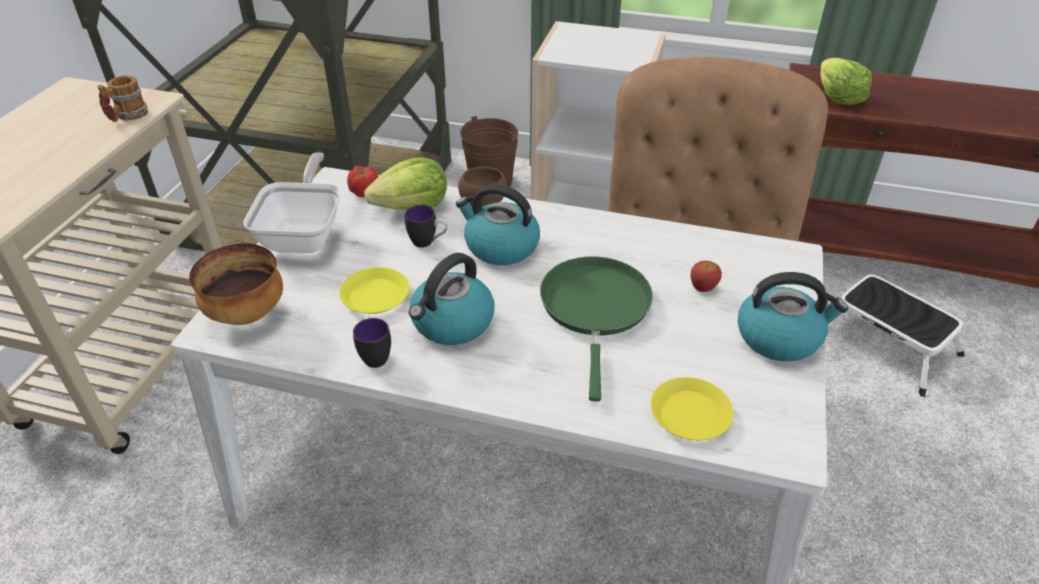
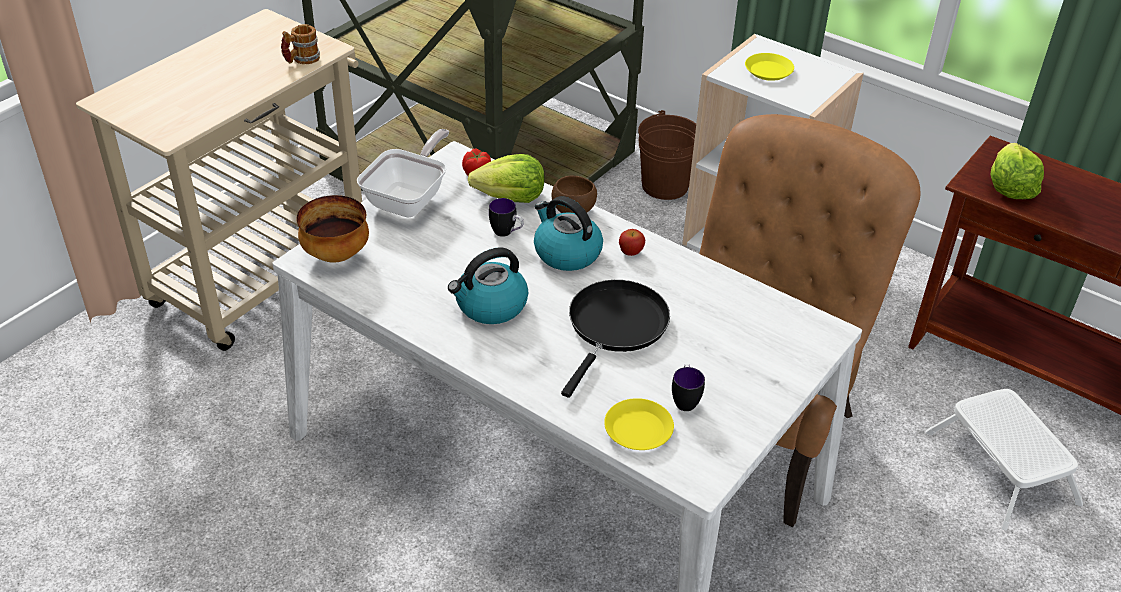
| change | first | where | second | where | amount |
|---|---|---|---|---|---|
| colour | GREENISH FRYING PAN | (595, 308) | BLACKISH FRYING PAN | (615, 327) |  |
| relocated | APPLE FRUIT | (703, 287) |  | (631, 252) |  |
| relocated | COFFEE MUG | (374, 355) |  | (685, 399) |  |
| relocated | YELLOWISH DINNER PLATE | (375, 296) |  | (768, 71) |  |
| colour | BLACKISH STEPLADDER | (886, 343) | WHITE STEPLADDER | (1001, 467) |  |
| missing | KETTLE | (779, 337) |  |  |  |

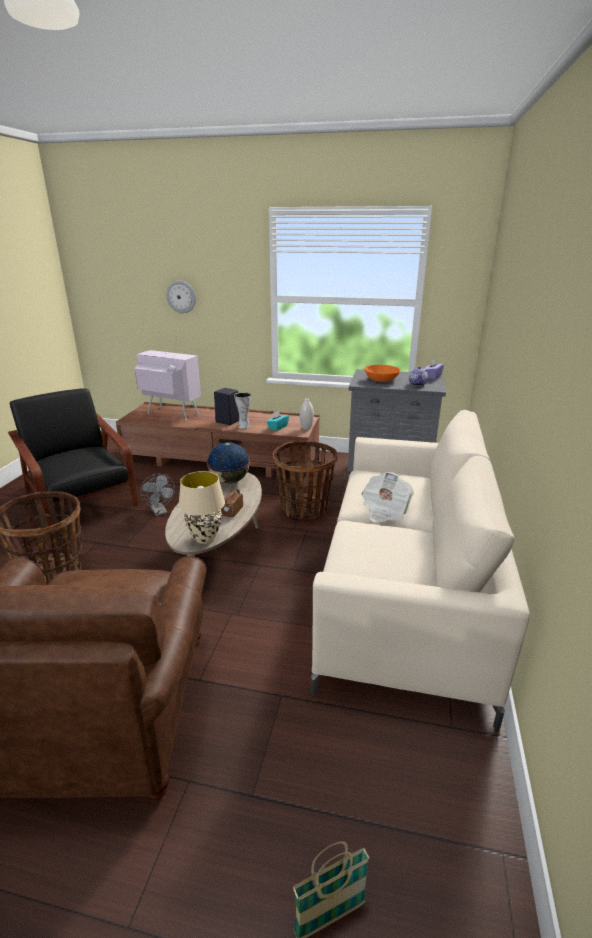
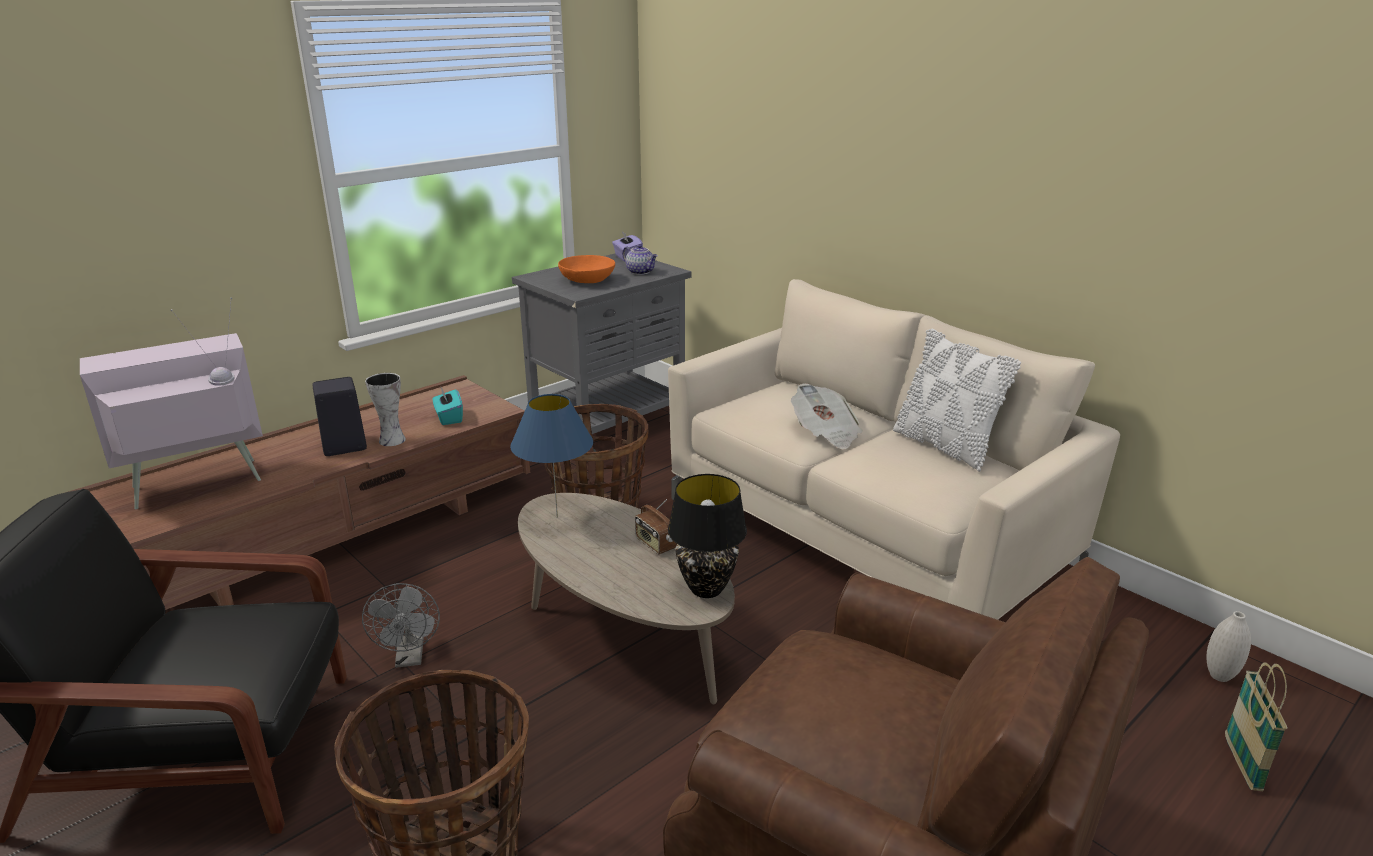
| change | first | where | second | where | amount |
|---|---|---|---|---|---|
| spun | GREYISH ELECTRIC FAN | (160, 512) |  | (410, 658) | 75 degrees clockwise |
| exchanged | GLOBE | (229, 481) | BLUISH TABLETOP LAMP | (557, 517) |  |
| colour | BEIGE TABLETOP LAMP | (205, 538) | BLACKISH TABLETOP LAMP | (705, 588) |  |
| appeared |  |  | WHITE PILLOW | (945, 446) |  |
| relocated | WHITE DECORATIVE VASE | (306, 428) |  | (1219, 676) |  |
| missing | HANGING CLOCK | (181, 297) |  |  |  |

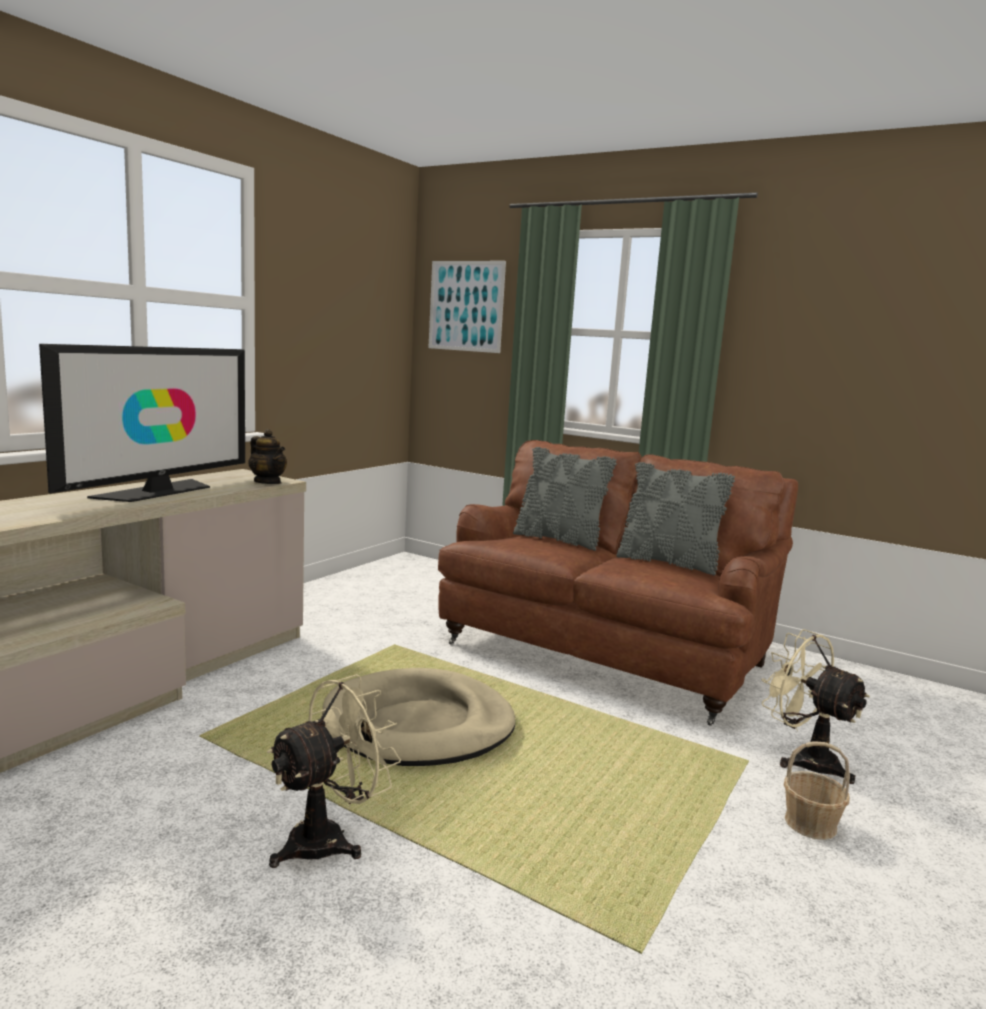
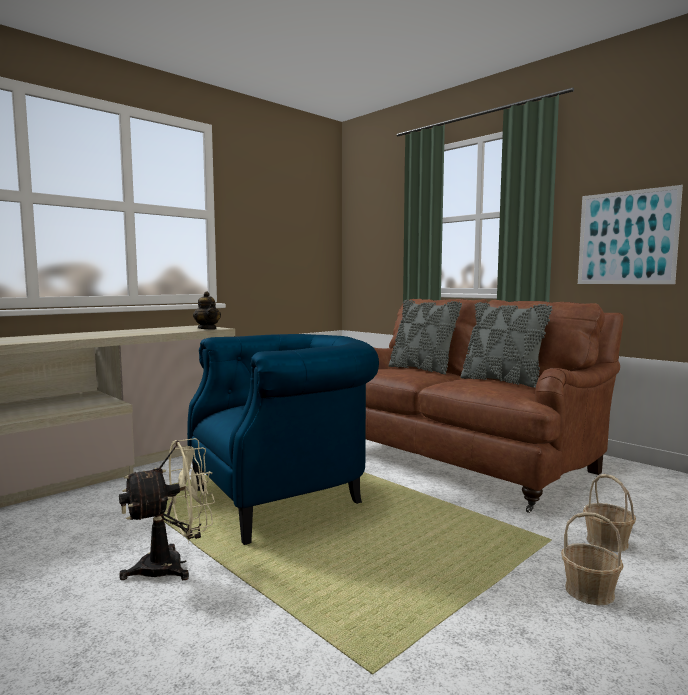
| change | first | where | second | where | amount |
|---|---|---|---|---|---|
| exchanged | BEIGE DOG BED | (419, 725) | BLUISH EASY CHAIR | (286, 498) |  |
| relocated | PICTURE | (466, 306) |  | (626, 238) |  |
| exchanged | BEIGE ELECTRIC FAN | (804, 759) | HOUSEHOLD BASKET | (607, 542) |  |
| missing | TV SET | (158, 491) |  |  |  |

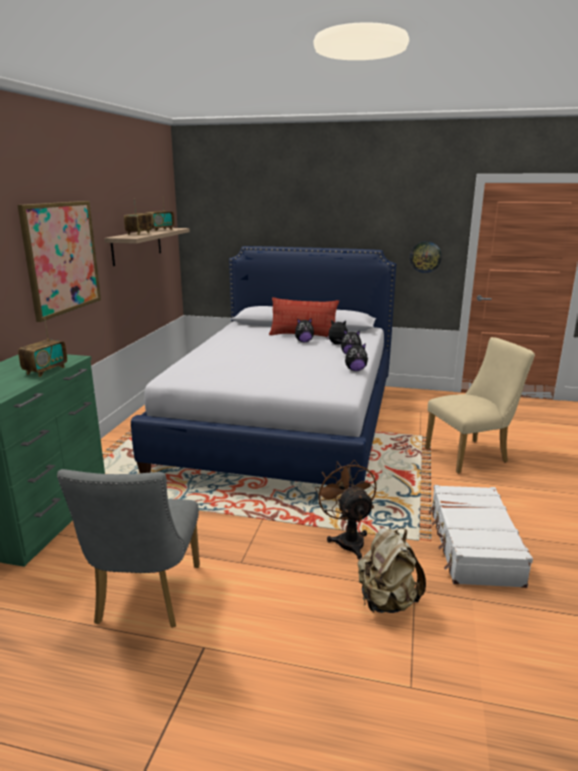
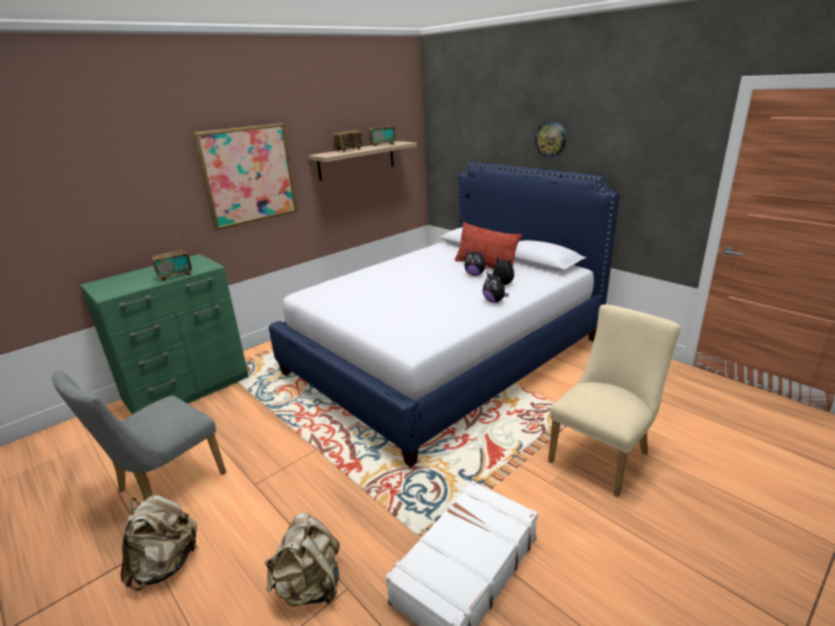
| change | first | where | second | where | amount |
|---|---|---|---|---|---|
| appeared |  |  | BEIGE KNAPSACK | (166, 564) |  |
| relocated | HANGING CLOCK | (425, 257) |  | (550, 139) |  |
| spun | BEIGE PLAIN CHAIR | (471, 455) |  | (603, 454) | 60 degrees counterclockwise |
| missing | BROWNISH ELECTRIC FAN | (348, 539) |  |  |  |
| missing | SOFT TOY | (355, 370) |  |  |  |

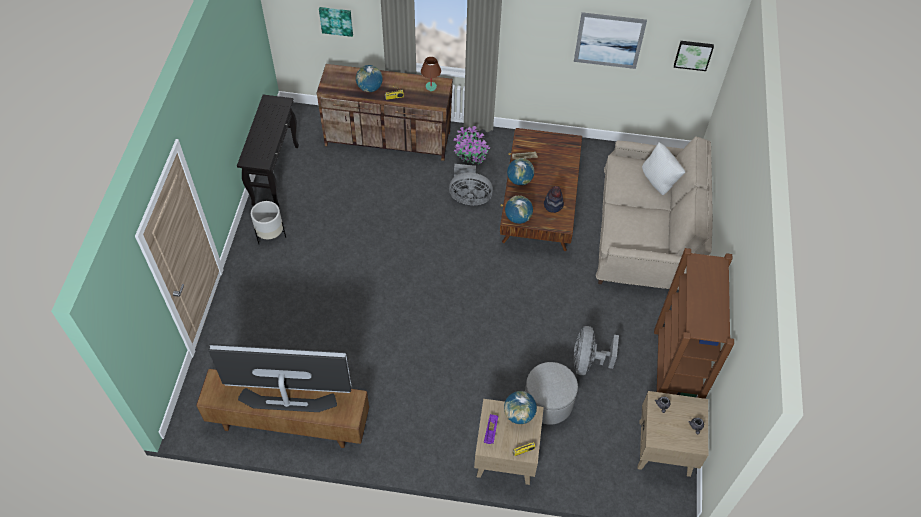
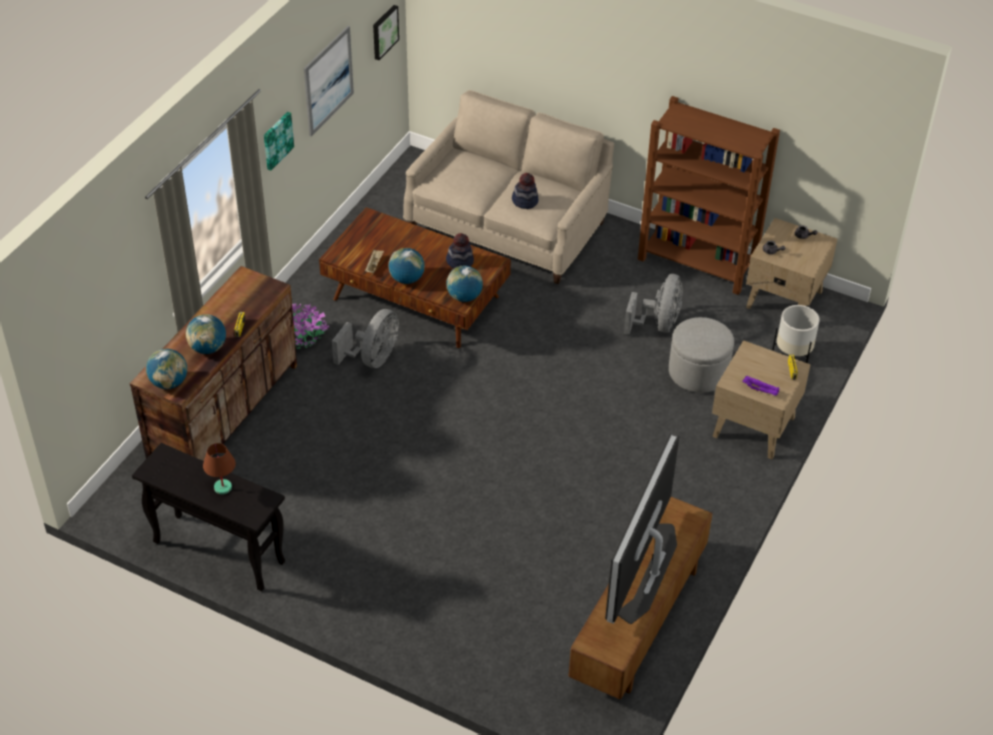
| change | first | where | second | where | amount |
|---|---|---|---|---|---|
| relocated | GLOBE | (519, 414) |  | (169, 383) |  |
| relocated | BROWNISH TABLETOP LAMP | (431, 87) |  | (222, 487) |  |
| relocated | PICTURE | (336, 20) |  | (277, 140) |  |
| appeared |  |  | CLOTHING HAT | (525, 201) |  |
| spun | GREYISH ELECTRIC FAN | (588, 361) |  | (658, 324) | 105 degrees counterclockwise |
| relocated | WHITE FLOWER POT | (270, 234) |  | (793, 353) |  |
| missing | WHITE PILLOW | (659, 182) |  |  |  |

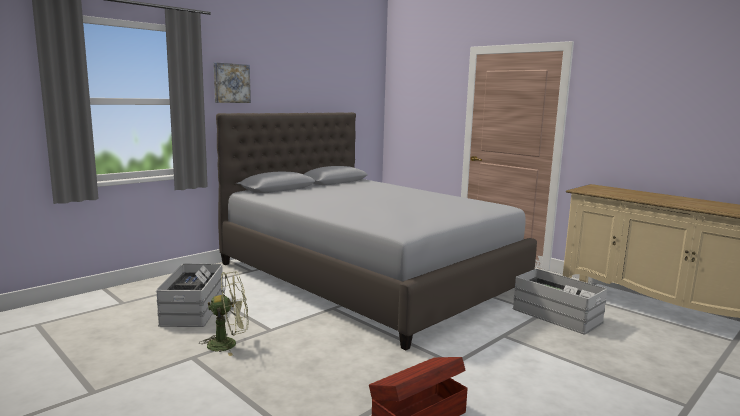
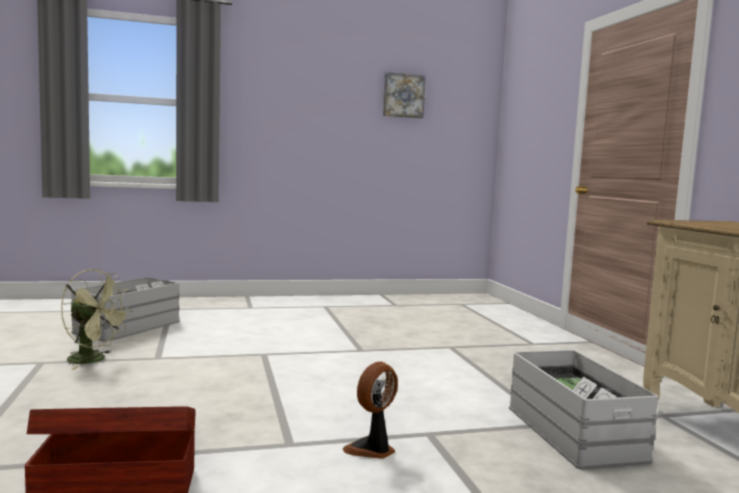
| change | first | where | second | where | amount |
|---|---|---|---|---|---|
| appeared |  |  | ELECTRIC FAN | (372, 449) |  |
| relocated | PICTURE | (231, 83) |  | (403, 96) |  |
| missing | GREYISH SLEEPING BED | (368, 276) |  |  |  |

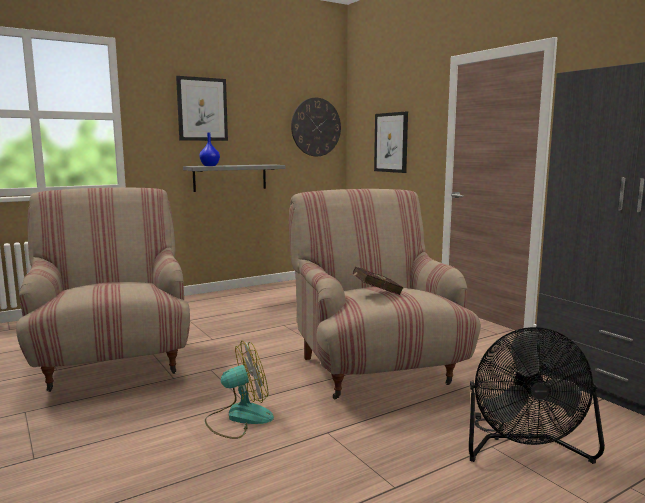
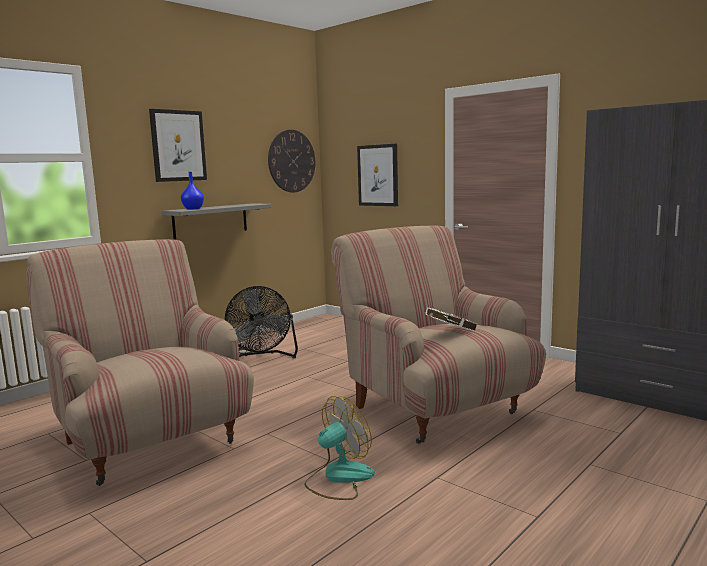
| change | first | where | second | where | amount |
|---|---|---|---|---|---|
| relocated | BLACKISH ELECTRIC FAN | (519, 447) |  | (257, 357) |  |
| colour | RED BOUND BOOK | (374, 293) | WHITE BOUND BOOK | (449, 331) |  |

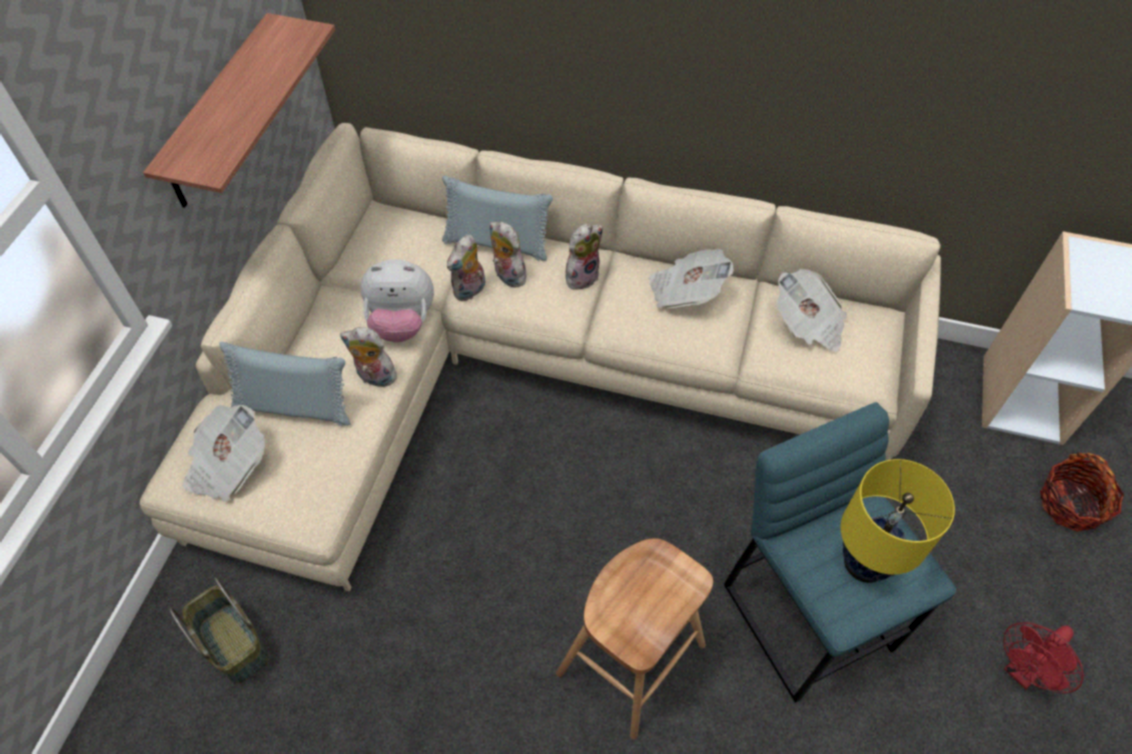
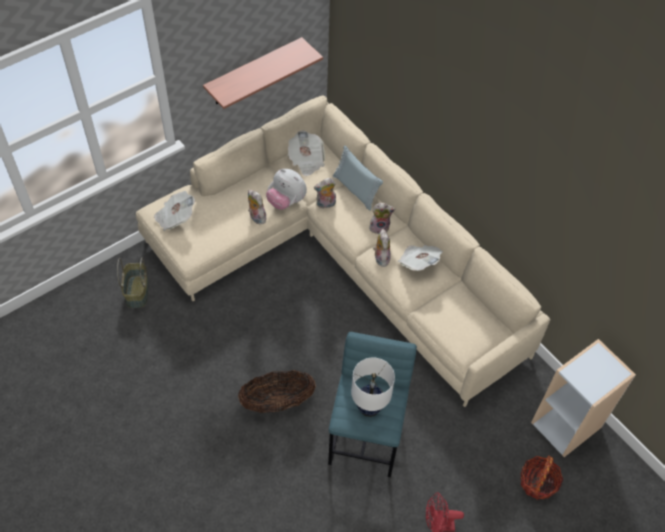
| change | first | where | second | where | amount |
|---|---|---|---|---|---|
| exchanged | BROWNISH STOOL | (631, 660) | HOUSEHOLD BASKET | (277, 402) |  |
| relocated | PRINTED PAPER | (808, 324) |  | (306, 160) |  |
| colour | YELLOWISH TABLETOP LAMP | (865, 562) | WHITE TABLETOP LAMP | (369, 407) |  |
| relocated | SOFT TOY | (507, 276) |  | (380, 258) |  |
| missing | BLUISH PILLOW | (295, 406) |  |  |  |

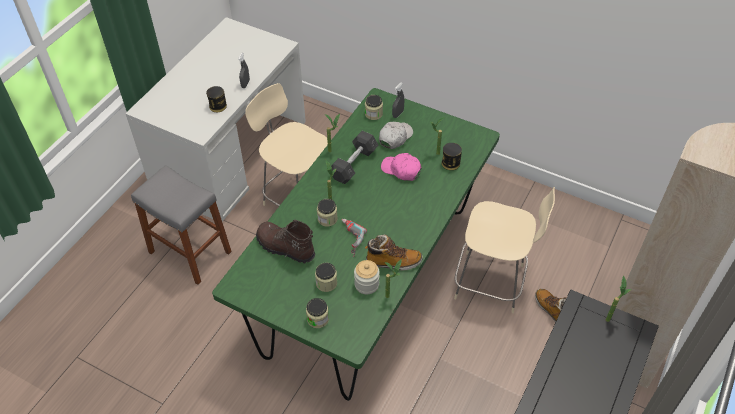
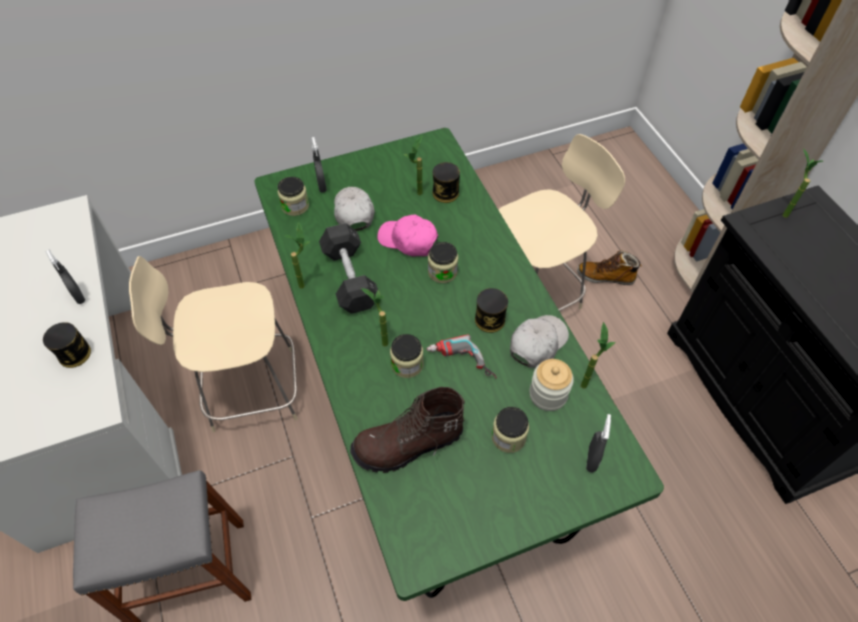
| change | first | where | second | where | amount |
|---|---|---|---|---|---|
| spun | PINKISH CAP | (401, 170) |  | (408, 241) | 45 degrees clockwise |
| relocated | PRESERVE JAR | (318, 319) |  | (442, 272) |  |
| appeared |  |  | SEALED CAN | (489, 319) |  |
| exchanged | TALL BOOT | (393, 262) | WHITE CAP | (537, 343) |  |
| appeared |  |  | GREYISH SPRAY BOTTLE | (591, 459) |  |

